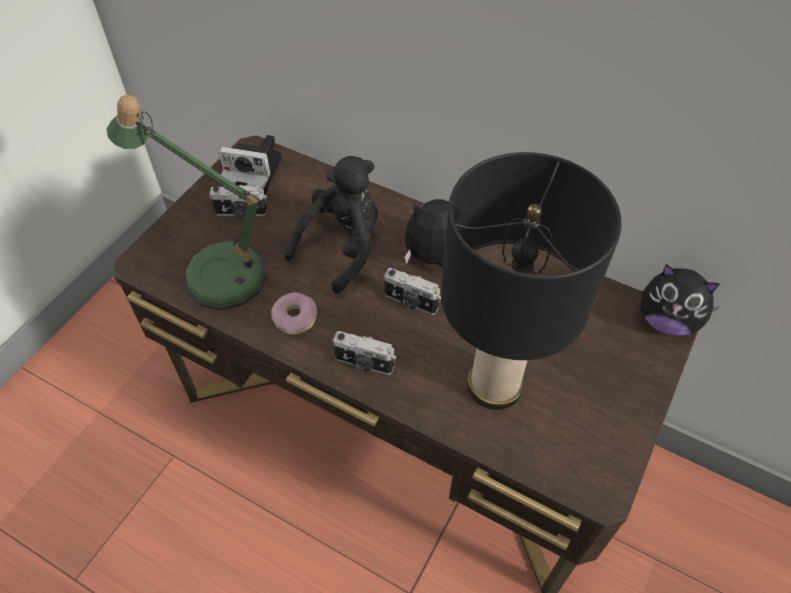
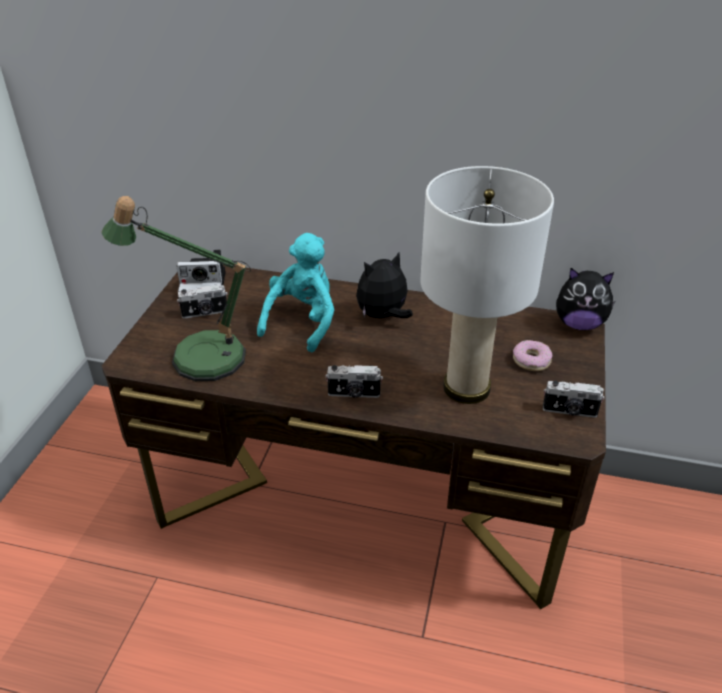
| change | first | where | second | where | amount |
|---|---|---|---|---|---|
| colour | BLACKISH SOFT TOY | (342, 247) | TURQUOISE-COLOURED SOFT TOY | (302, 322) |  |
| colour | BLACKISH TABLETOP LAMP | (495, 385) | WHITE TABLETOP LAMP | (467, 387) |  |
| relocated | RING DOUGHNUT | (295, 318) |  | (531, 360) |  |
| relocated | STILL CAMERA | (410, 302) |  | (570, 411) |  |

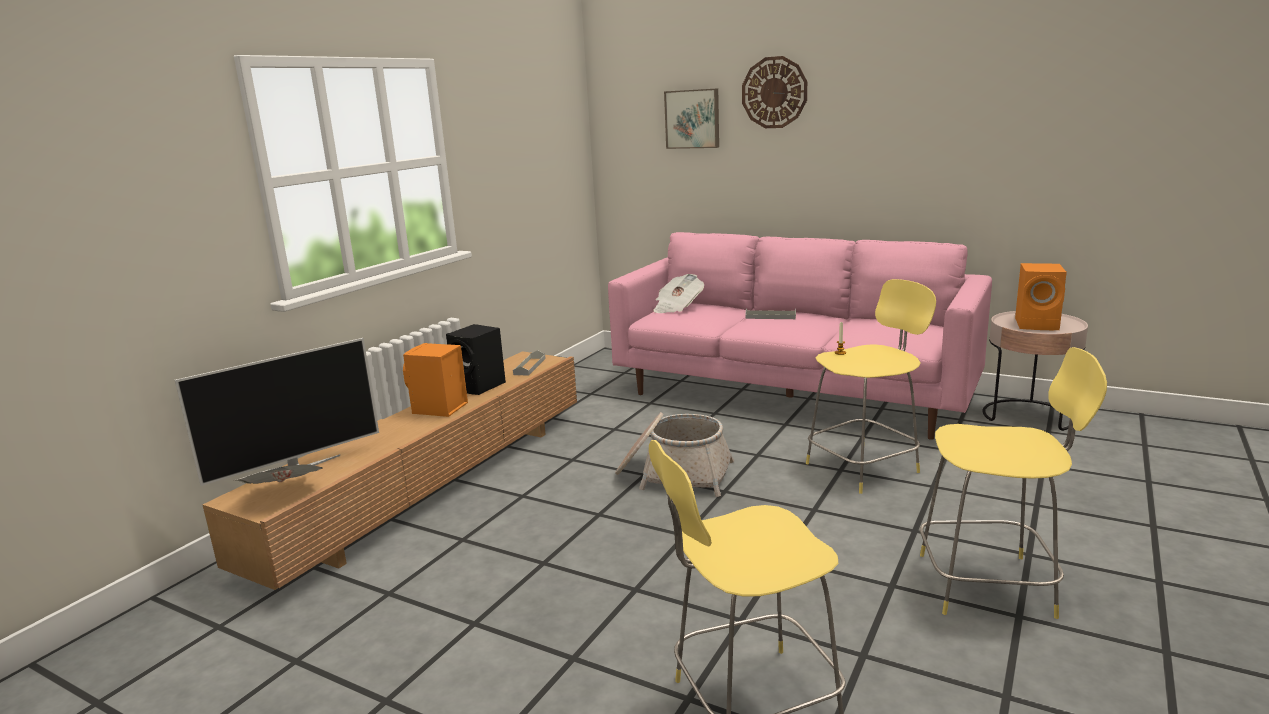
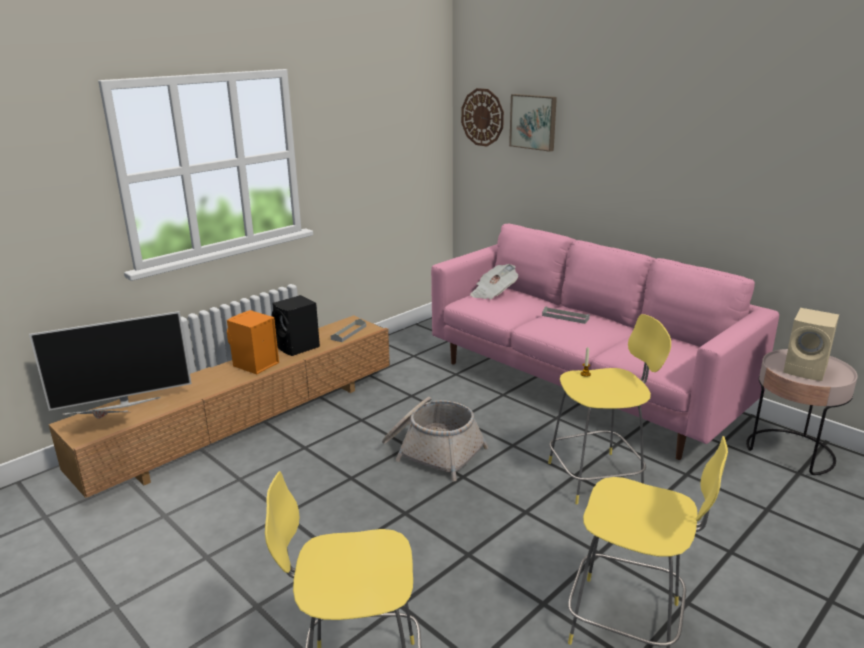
| change | first | where | second | where | amount |
|---|---|---|---|---|---|
| relocated | HANGING CLOCK | (774, 92) |  | (482, 117) |  |
| colour | ORANGE-COLOURED LOUDSPEAKER | (1038, 324) | BEIGE LOUDSPEAKER | (807, 370) |  |

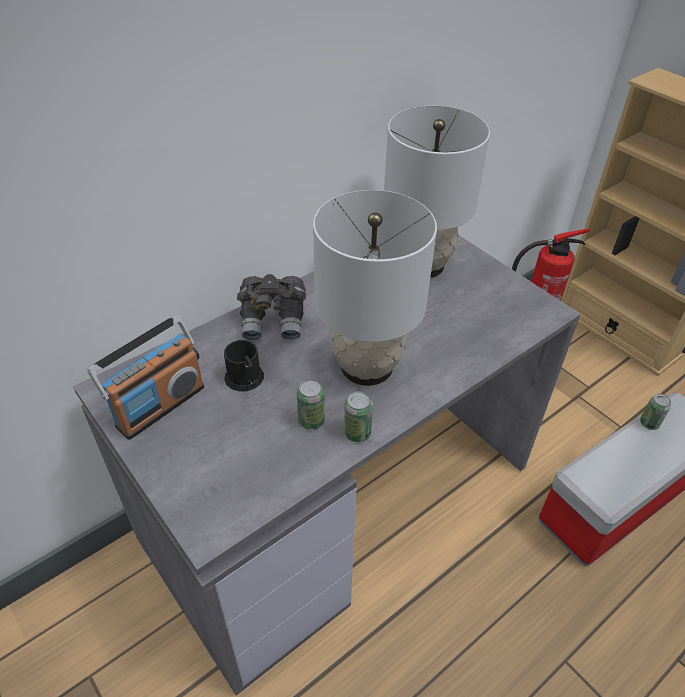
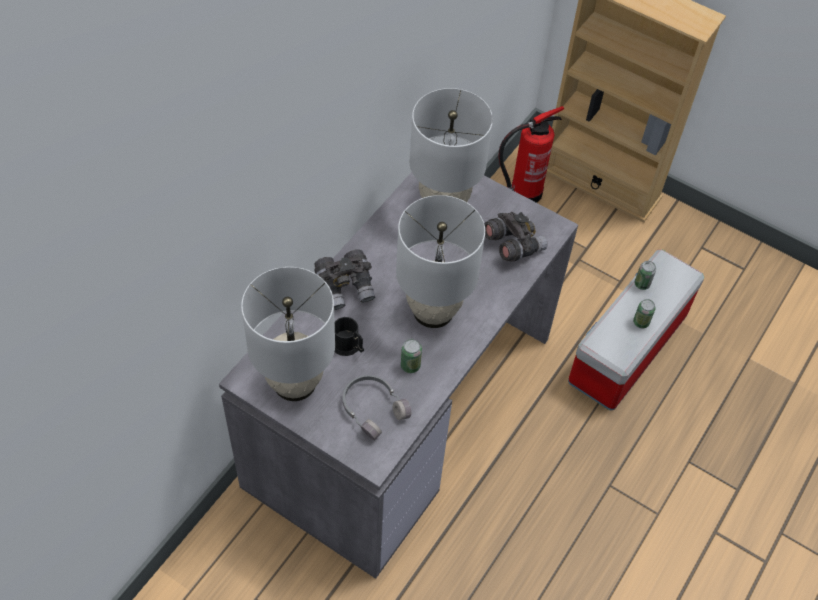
| change | first | where | second | where | amount |
|---|---|---|---|---|---|
| exchanged | RADIO SET | (160, 405) | WHITE TABLETOP LAMP | (294, 382) |  |
| appeared |  |  | GREYISH HEADSET | (373, 408) |  |
| appeared |  |  | GREYISH BINOCULARS | (512, 245) |  |
| relocated | SEALED CAN | (357, 433) |  | (641, 322) |  |

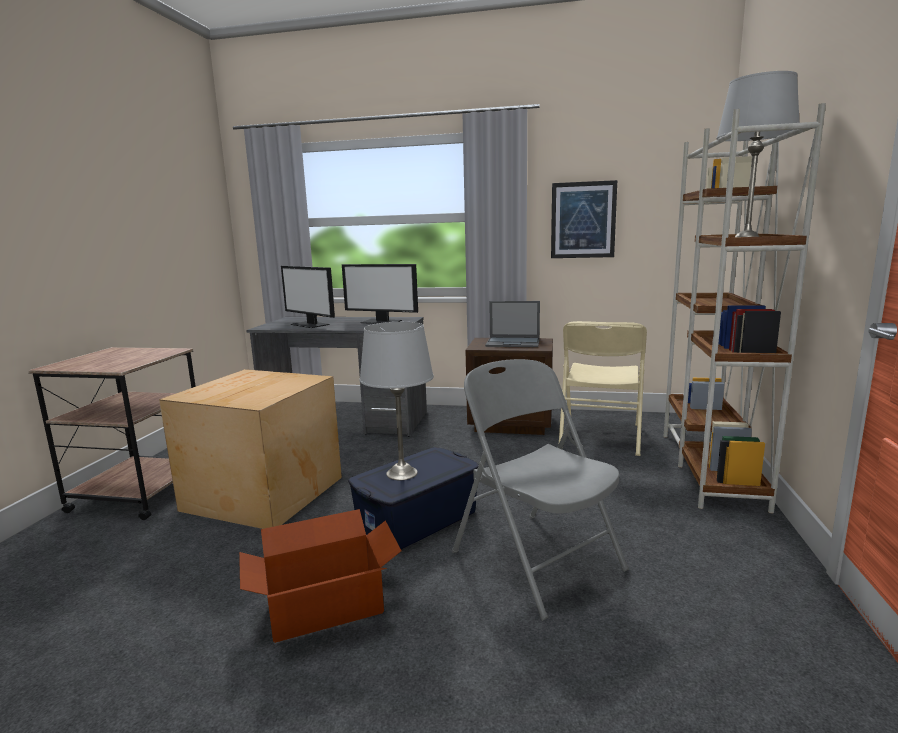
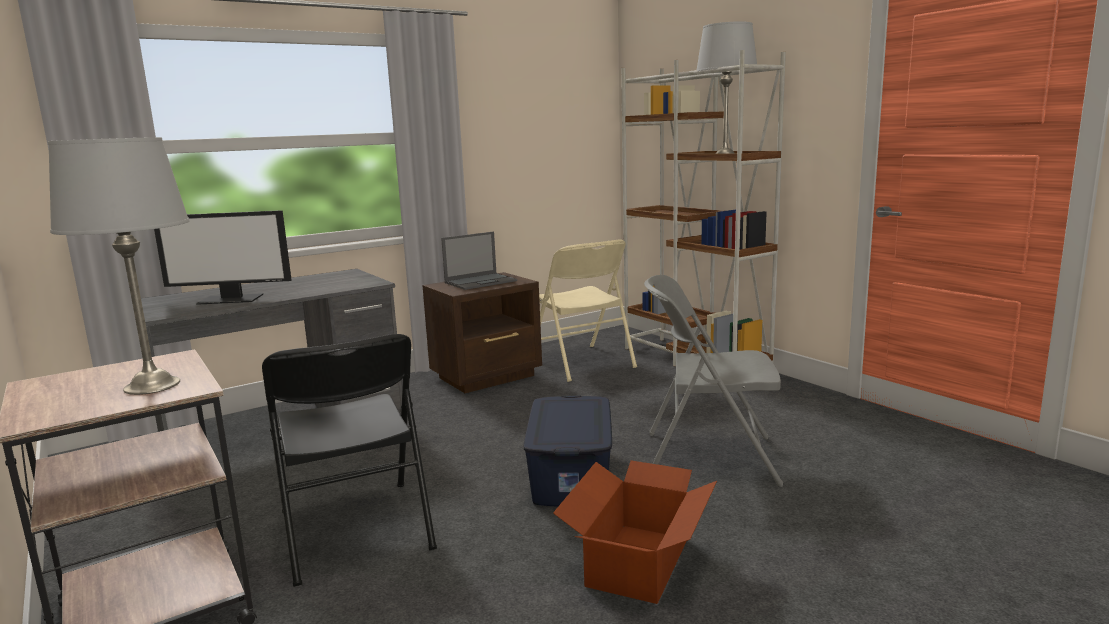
| change | first | where | second | where | amount |
|---|---|---|---|---|---|
| relocated | GREYISH TABLETOP LAMP | (402, 473) |  | (153, 385) |  |
| exchanged | CARTON | (261, 494) | BLACKISH PLAIN CHAIR | (354, 530) |  |
| missing | COMPUTER DISPLAY | (382, 321) |  |  |  |
| missing | PICTURE | (583, 220) |  |  |  |

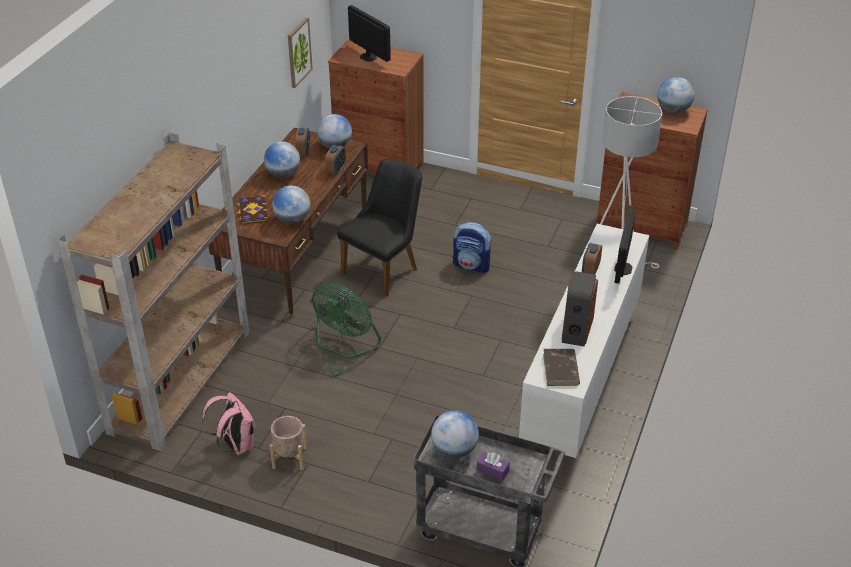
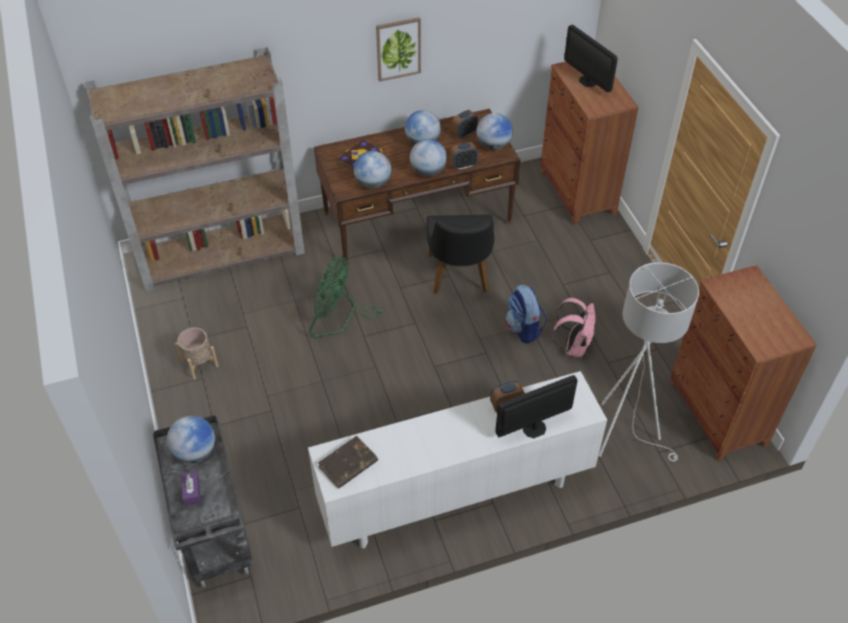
| change | first | where | second | where | amount |
|---|---|---|---|---|---|
| spun | GREENISH ELECTRIC FAN | (341, 347) |  | (341, 314) | 150 degrees counterclockwise |
| relocated | PICTURE | (298, 52) |  | (398, 48) |  |
| relocated | GLOBE | (673, 110) |  | (428, 171) |  |
| spun | BLACKISH PLAIN CHAIR | (385, 268) |  | (459, 278) | 90 degrees clockwise |
| relocated | PINKISH KNAPSACK | (236, 445) |  | (573, 346) |  |
| spun | COMPUTER DISPLAY | (368, 57) |  | (588, 81) | 135 degrees clockwise |
| missing | LOUDSPEAKER | (576, 329) |  |  |  |

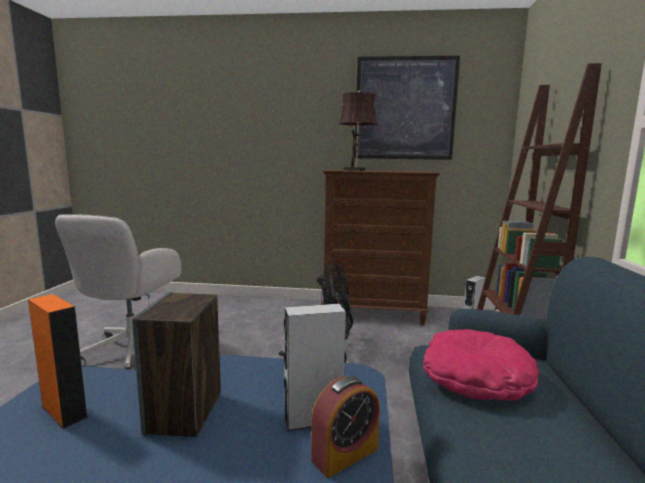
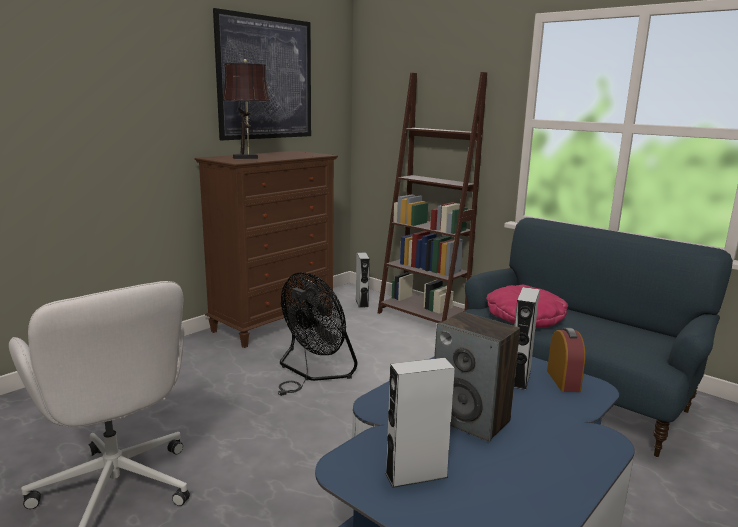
| change | first | where | second | where | amount |
|---|---|---|---|---|---|
| colour | ORANGE-COLOURED LOUDSPEAKER | (64, 411) | GREYISH LOUDSPEAKER | (416, 475) |  |

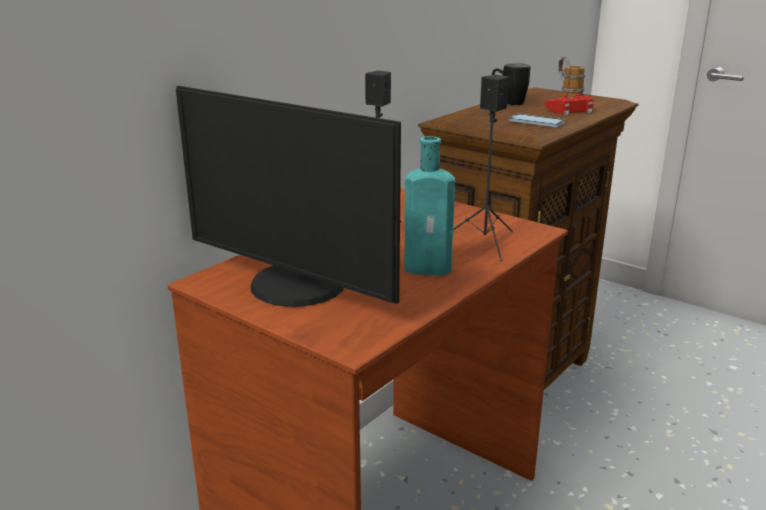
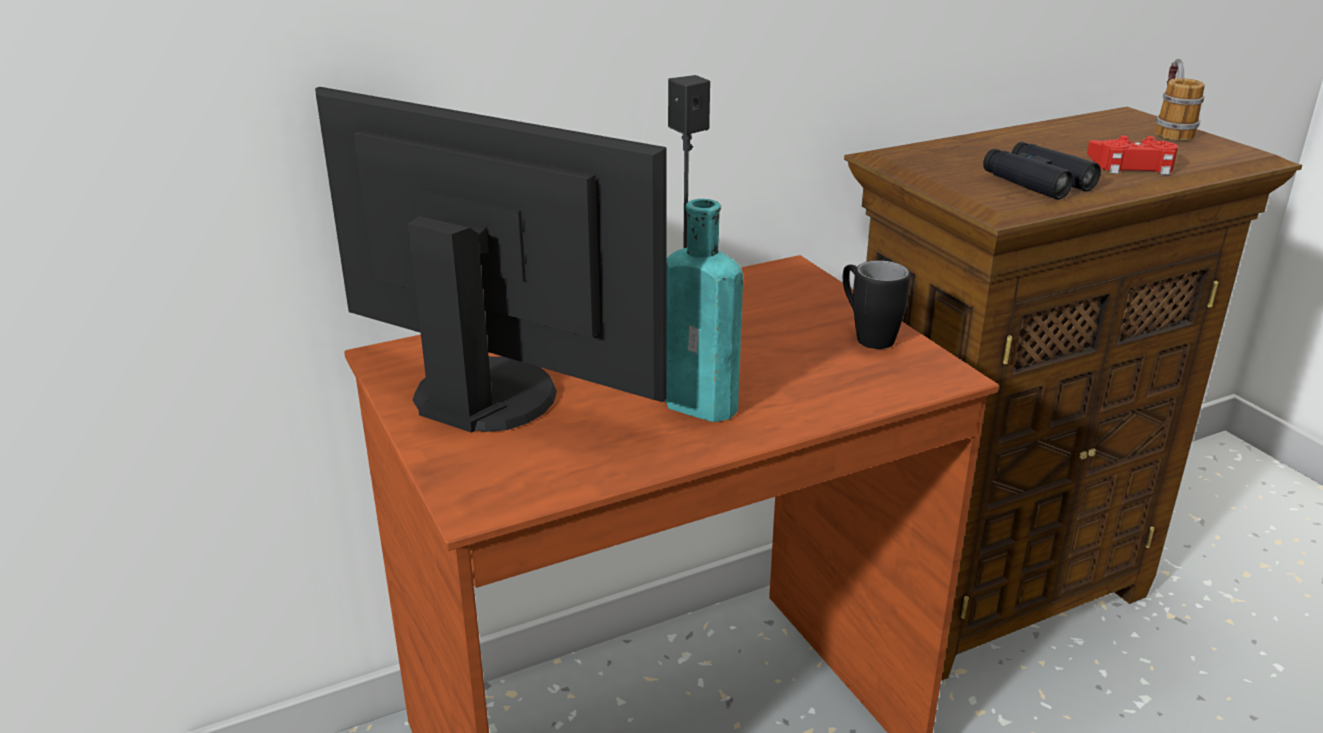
| change | first | where | second | where | amount |
|---|---|---|---|---|---|
| spun | COMPUTER DISPLAY | (294, 287) |  | (490, 392) | 150 degrees clockwise |
| relocated | BLACKISH COFFEE MUG | (508, 102) |  | (866, 335) |  |
| exchanged | PHONE | (536, 122) | BLACKISH BINOCULARS | (1037, 182) |  |
| missing | BLACKISH LOUDSPEAKER | (485, 243) |  |  |  |

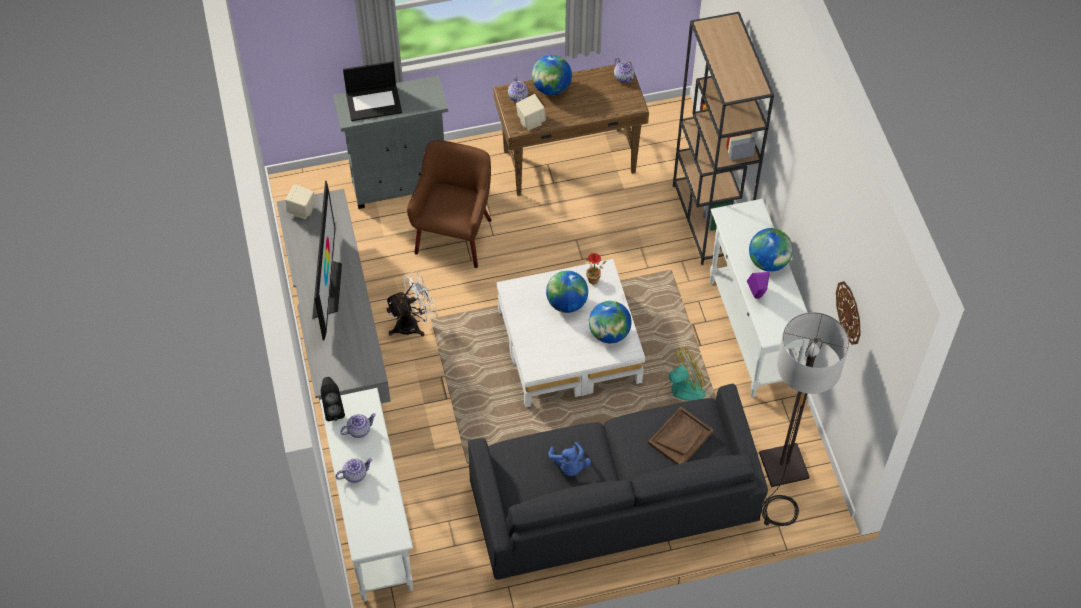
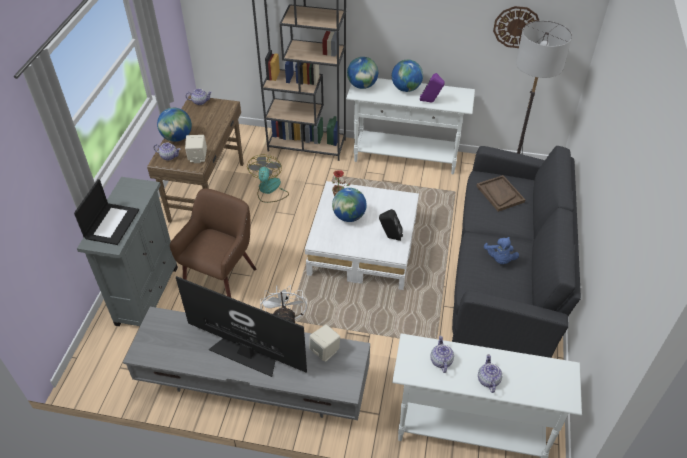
| change | first | where | second | where | amount |
|---|---|---|---|---|---|
| spun | BROWNISH EASY CHAIR | (455, 235) |  | (221, 277) | 75 degrees clockwise |
| relocated | ELECTRIC FAN | (680, 394) |  | (269, 190) |  |
| relocated | BEIGE LOUDSPEAKER | (302, 211) |  | (325, 351) |  |
| relocated | GLOBE | (609, 333) |  | (362, 86) |  |
| relocated | BLACKISH LOUDSPEAKER | (333, 409) |  | (390, 237) |  |
| spun | BLUISH SOFT TOY | (569, 466) |  | (499, 259) | 75 degrees clockwise |

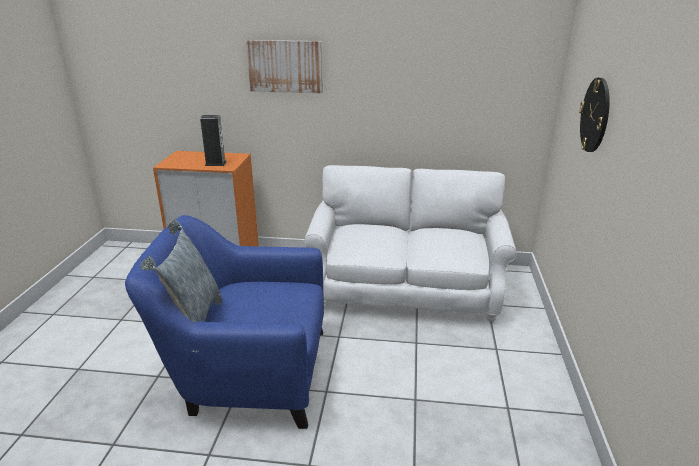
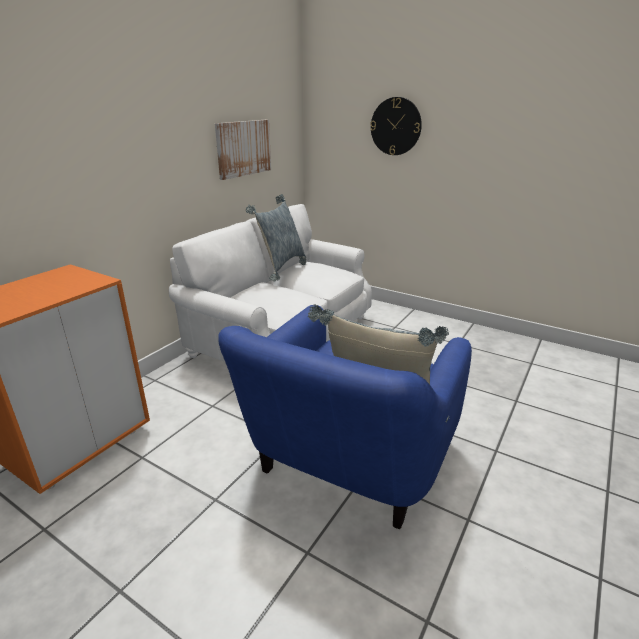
| change | first | where | second | where | amount |
|---|---|---|---|---|---|
| relocated | PICTURE | (285, 66) |  | (243, 148) |  |
| appeared |  |  | PILLOW | (279, 272) |  |
| missing | LOUDSPEAKER | (215, 163) |  |  |  |

